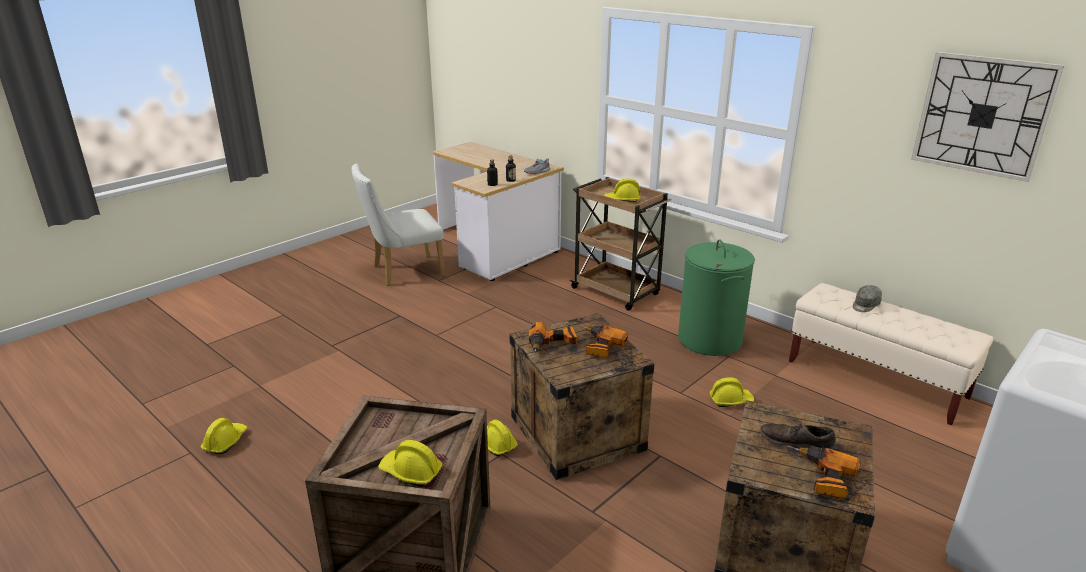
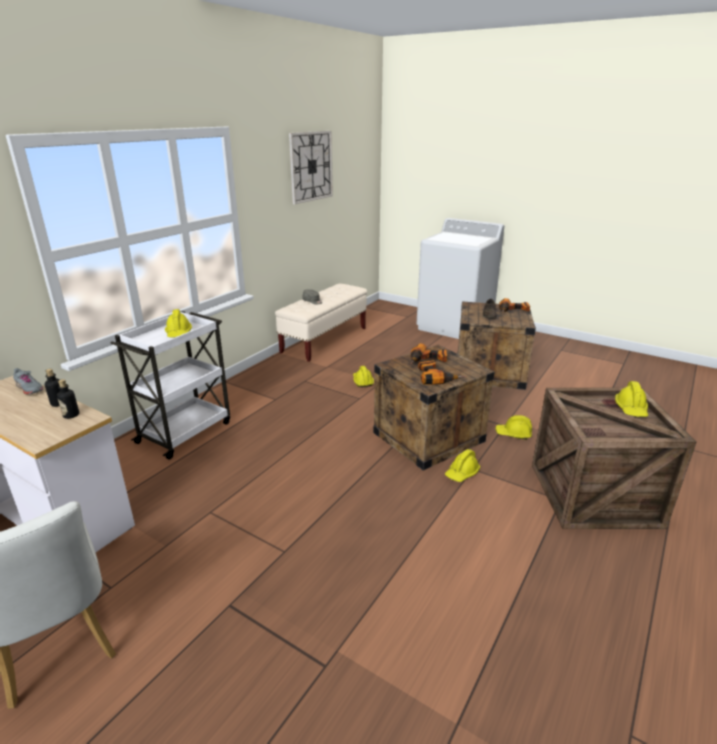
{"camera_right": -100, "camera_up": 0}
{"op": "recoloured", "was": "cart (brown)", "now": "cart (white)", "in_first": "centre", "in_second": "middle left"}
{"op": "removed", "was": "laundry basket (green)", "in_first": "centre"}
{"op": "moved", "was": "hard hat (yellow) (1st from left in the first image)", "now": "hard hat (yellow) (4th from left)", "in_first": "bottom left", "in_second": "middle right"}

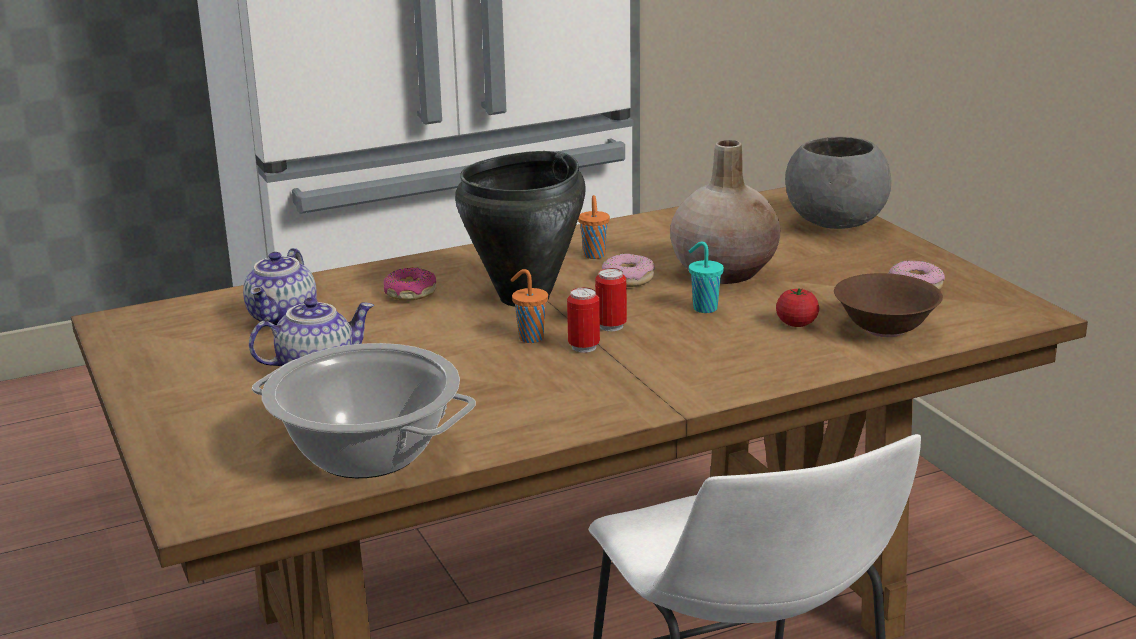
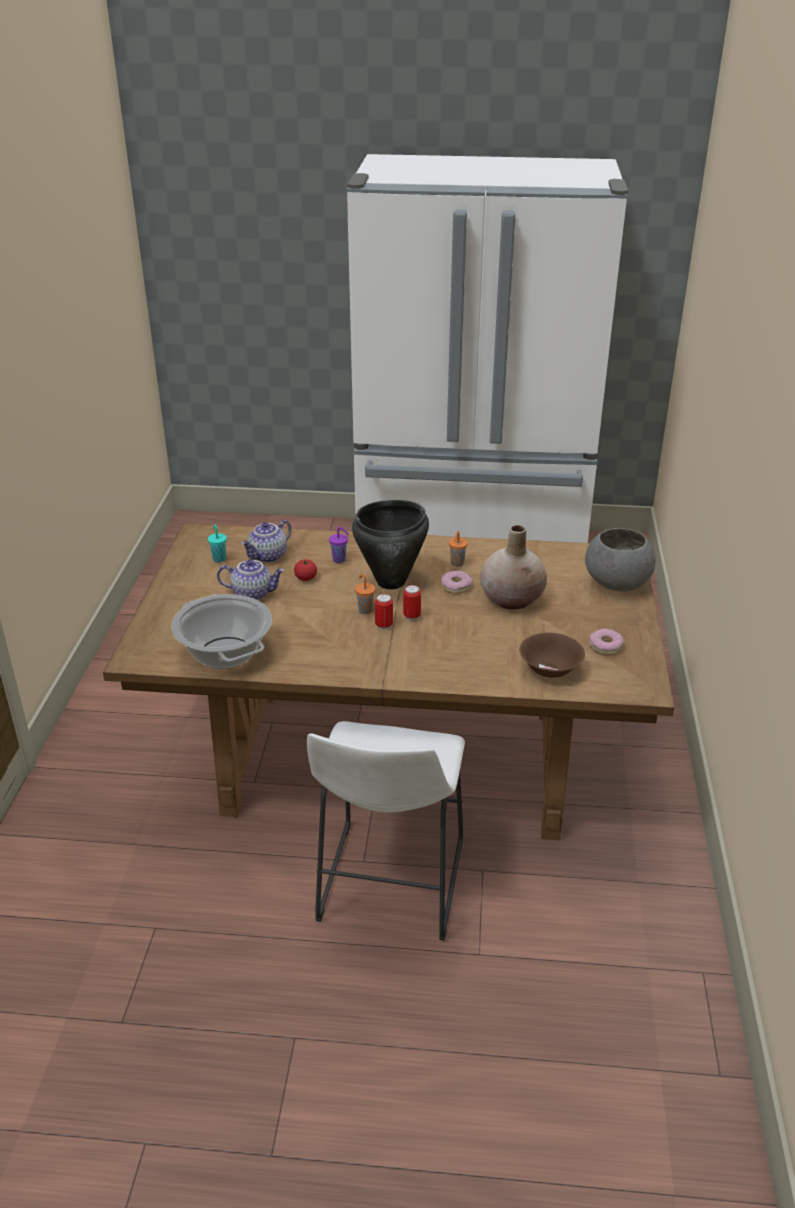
{"camera_right": 30, "camera_up": 10}
{"op": "moved", "was": "cup (turquoise)", "in_first": "centre", "in_second": "middle left"}
{"op": "replaced", "was": "donut (1st from left)", "now": "cup (purple)", "in_first": "centre", "in_second": "centre"}
{"op": "moved", "was": "tomato", "in_first": "middle right", "in_second": "centre"}

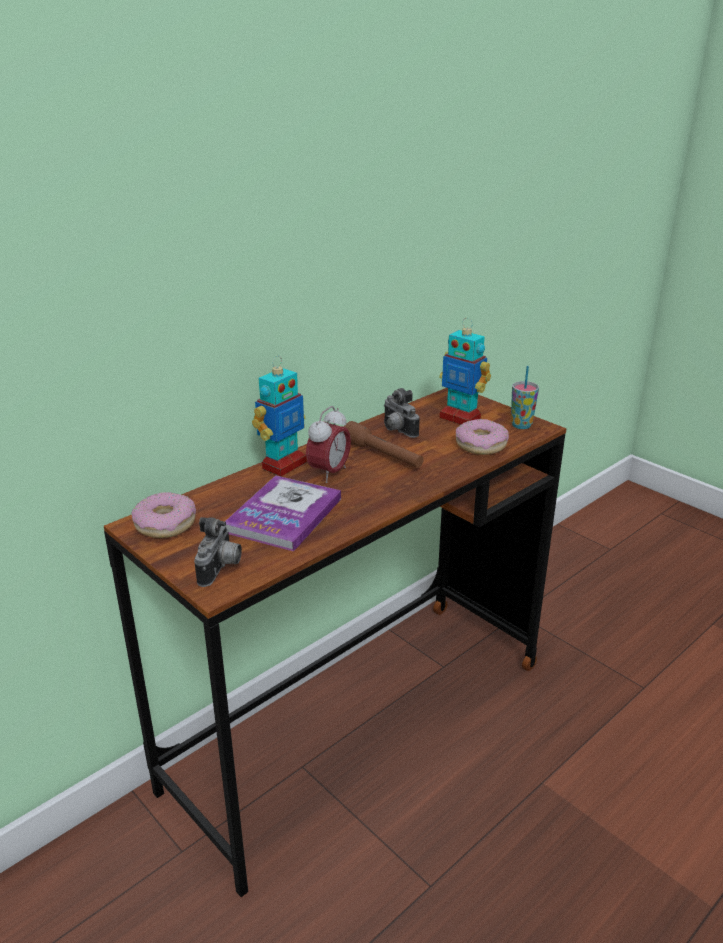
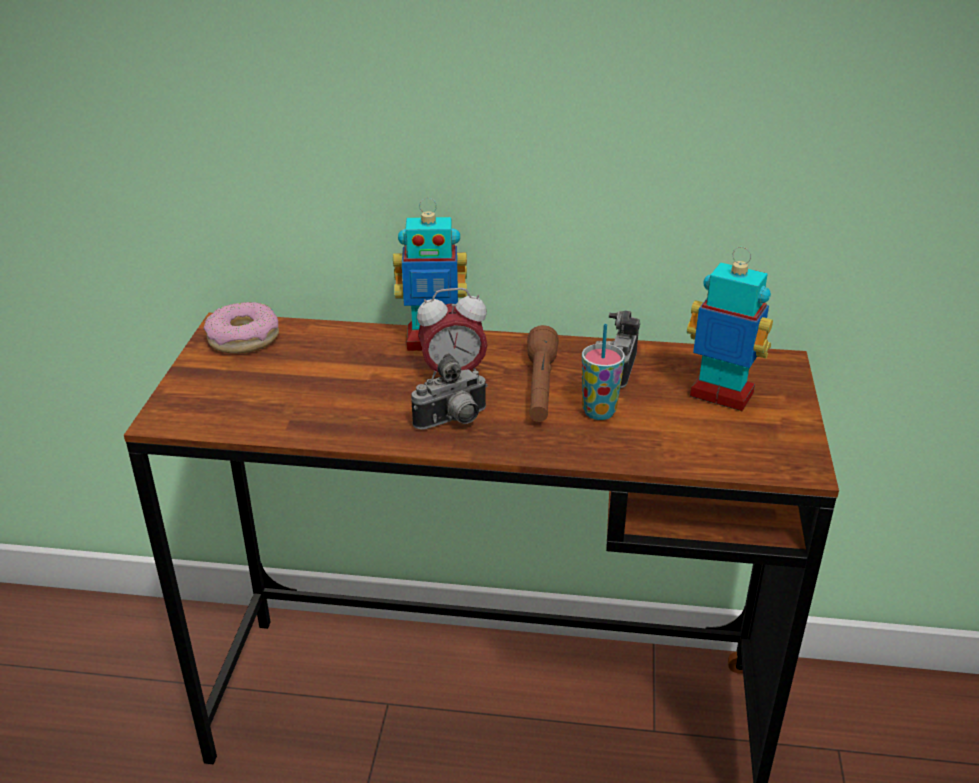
{"camera_right": 50, "camera_up": 5}
{"op": "turned", "was": "toy robot (2nd from left)", "in_first": "centre", "in_second": "middle right", "clockwise": 120}
{"op": "moved", "was": "cup", "in_first": "middle right", "in_second": "centre"}
{"op": "removed", "was": "donut (2nd from left)", "in_first": "middle right"}
{"op": "removed", "was": "book", "in_first": "centre"}
{"op": "moved", "was": "photo camera (1st from left)", "in_first": "middle left", "in_second": "centre"}

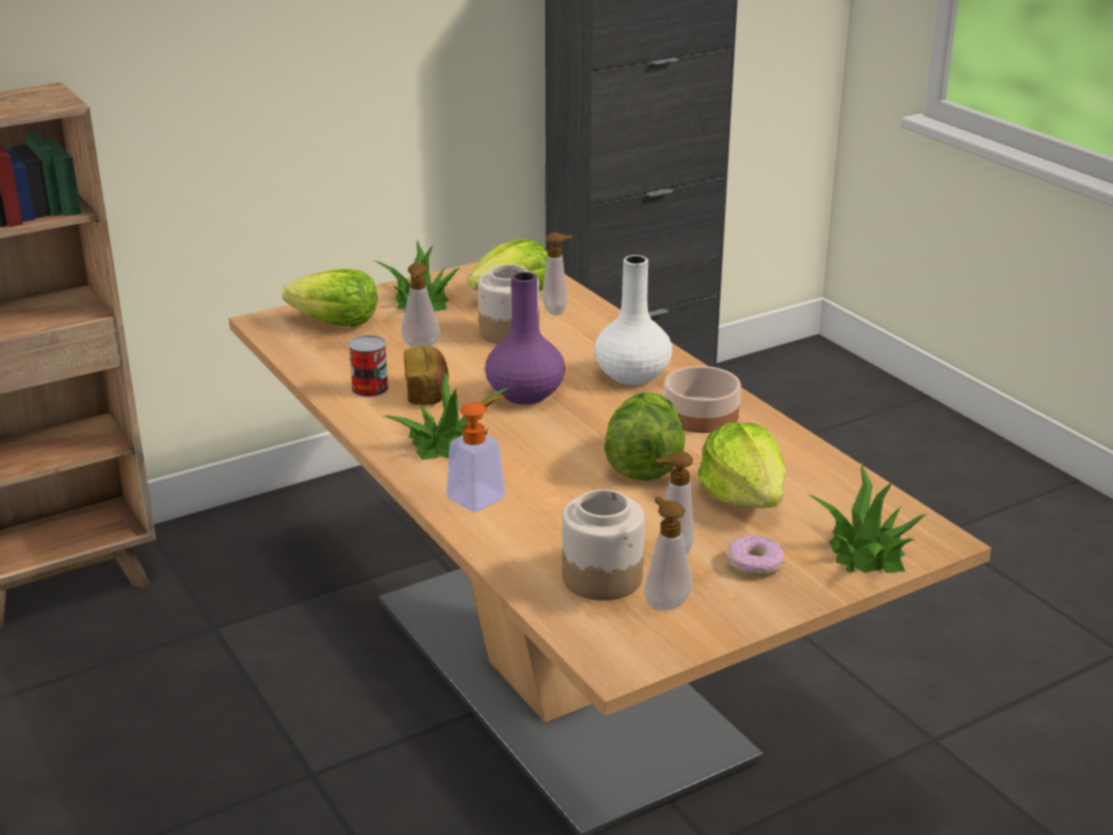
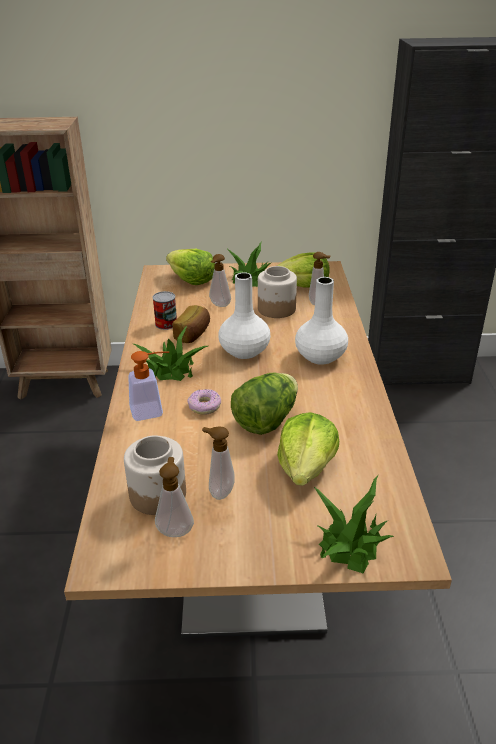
{"camera_right": 30, "camera_up": 5}
{"op": "recoloured", "was": "vase (purple)", "now": "vase (white) (1st from left)", "in_first": "centre", "in_second": "centre"}
{"op": "removed", "was": "bowl", "in_first": "centre"}
{"op": "moved", "was": "donut", "in_first": "middle right", "in_second": "centre"}

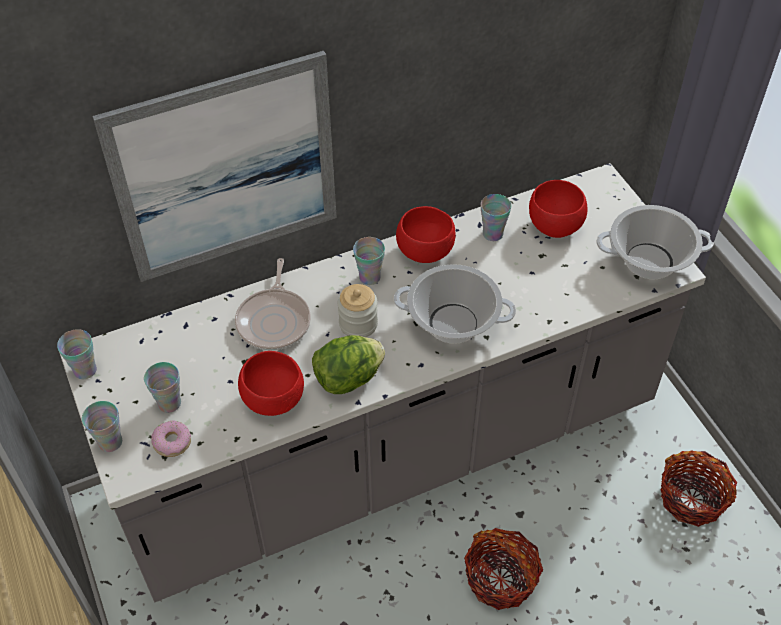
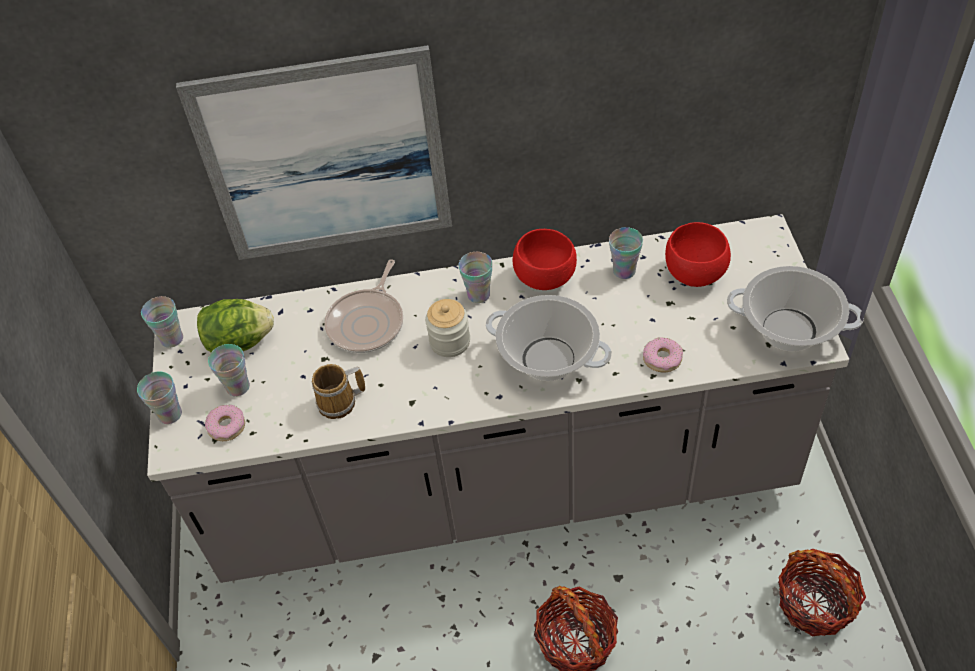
{"camera_right": 20, "camera_up": 0}
{"op": "moved", "was": "lettuce", "in_first": "centre", "in_second": "middle left"}
{"op": "replaced", "was": "bowl (red) (1st from left)", "now": "mug", "in_first": "centre", "in_second": "centre"}
{"op": "added", "now": "donut (2nd from left)", "in_second": "middle right"}

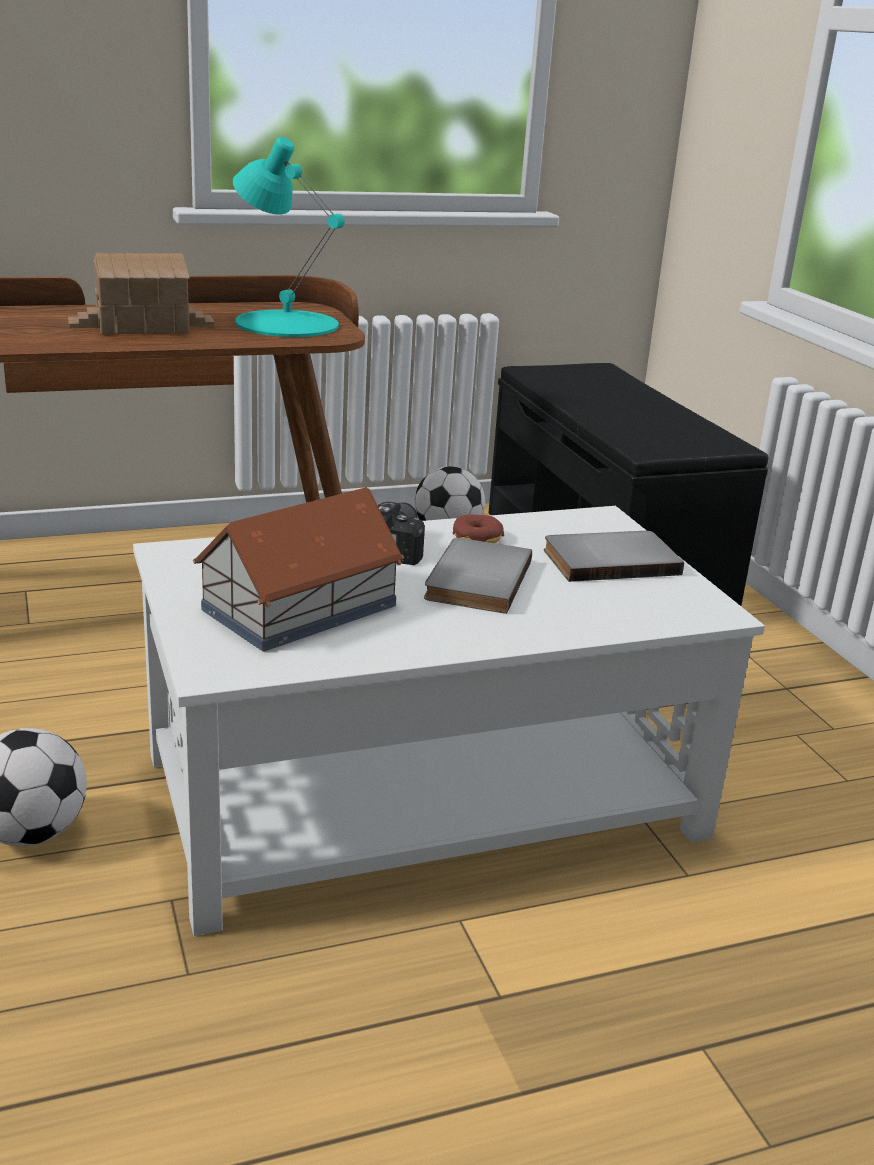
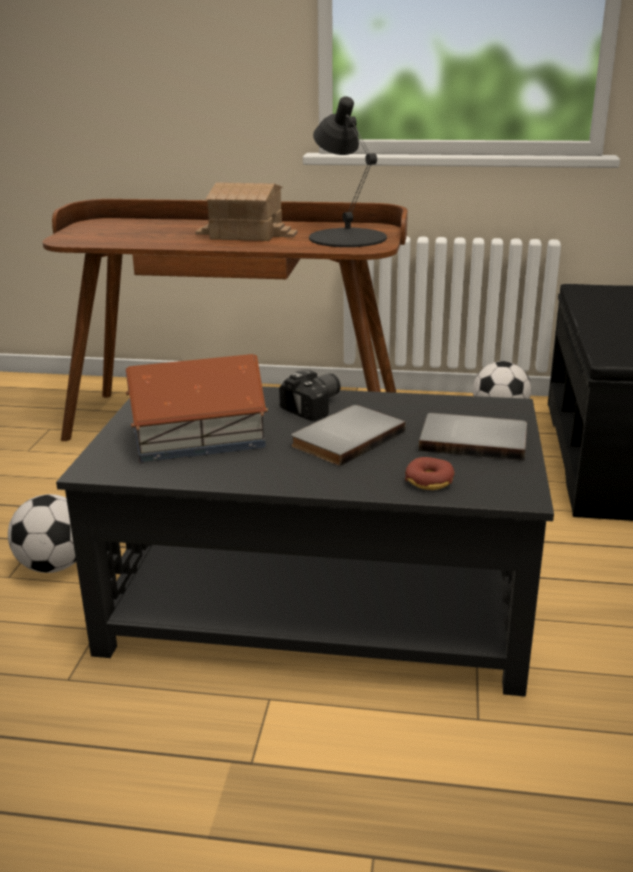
{"camera_right": 30, "camera_up": 0}
{"op": "recoloured", "was": "table lamp (turquoise)", "now": "table lamp (black)", "in_first": "top left", "in_second": "top centre"}
{"op": "recoloured", "was": "coffee table (white)", "now": "coffee table (black)", "in_first": "centre", "in_second": "centre"}
{"op": "moved", "was": "donut", "in_first": "centre", "in_second": "middle right"}

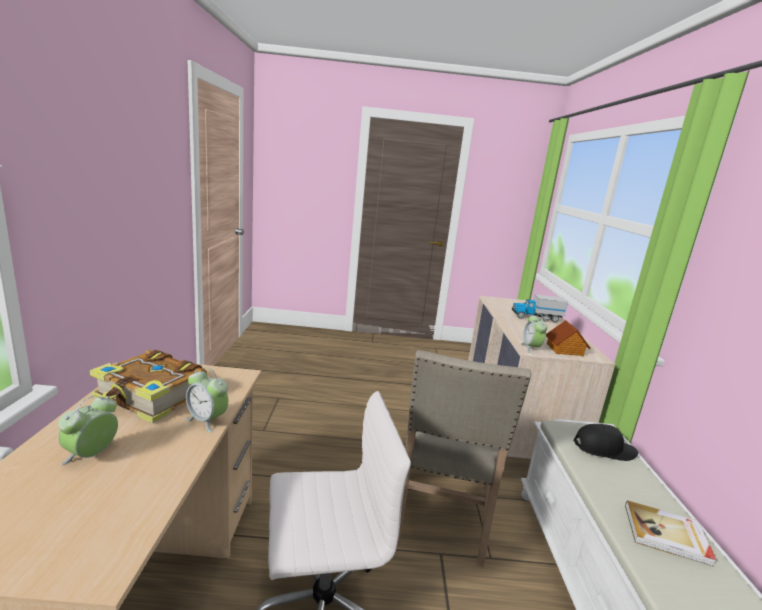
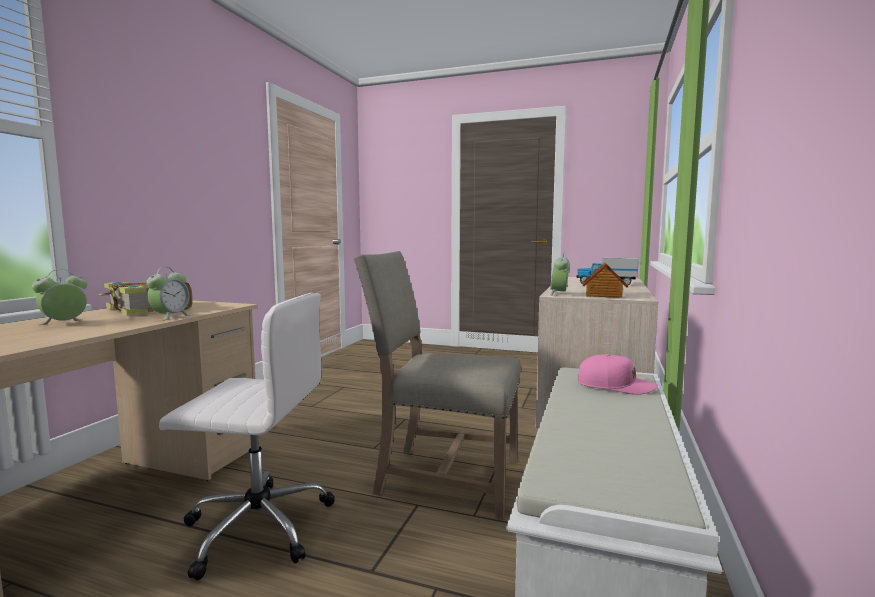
{"camera_right": 20, "camera_up": -10}
{"op": "turned", "was": "chair (beige)", "in_first": "bottom centre", "in_second": "centre", "clockwise": 75}
{"op": "turned", "was": "alarm clock (2nd from left)", "in_first": "middle left", "in_second": "middle left", "clockwise": -120}
{"op": "recoloured", "was": "cap (black)", "now": "cap (pink)", "in_first": "bottom right", "in_second": "middle right"}
{"op": "removed", "was": "book (2nd from left)", "in_first": "bottom right"}

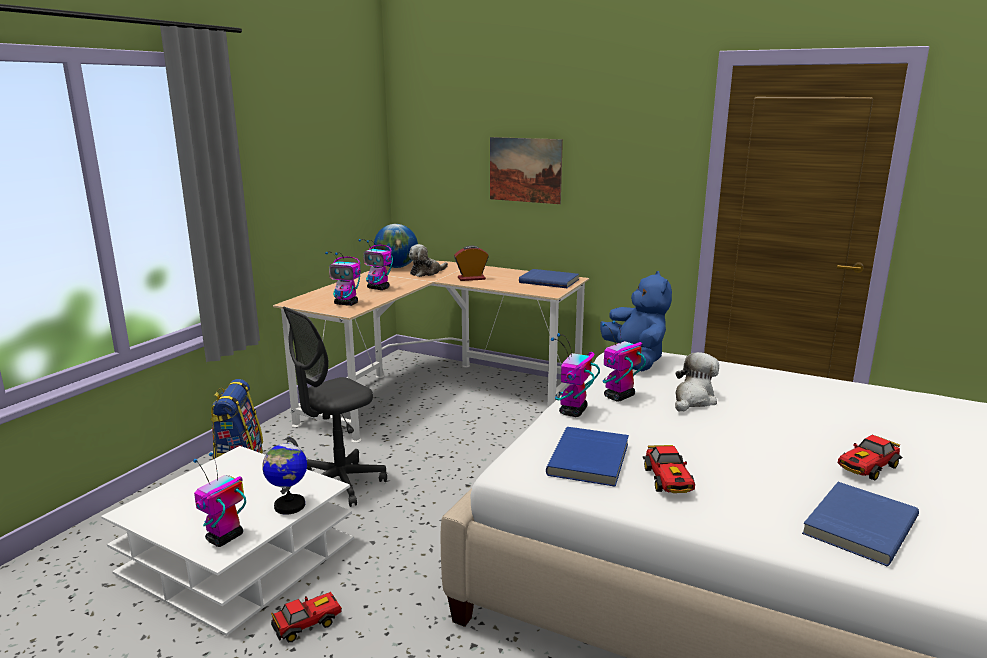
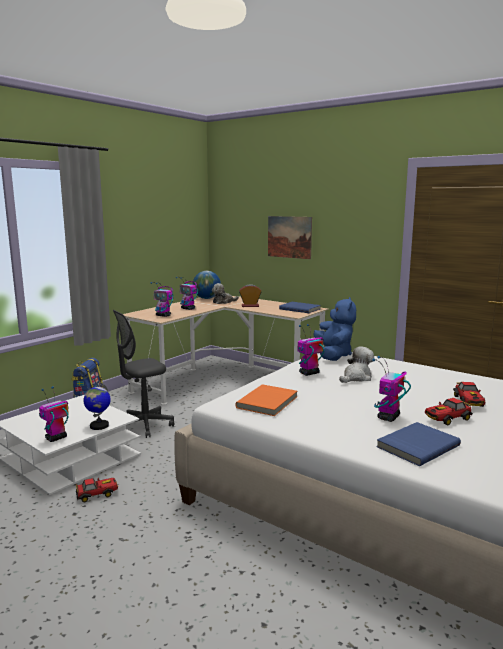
{"camera_right": 10, "camera_up": -5}
{"op": "moved", "was": "toy robot (4th from left in the first image)", "now": "toy robot (5th from left)", "in_first": "centre", "in_second": "middle right"}
{"op": "recoloured", "was": "book (blue) (2nd from left)", "now": "book (orange)", "in_first": "bottom centre", "in_second": "centre"}
{"op": "moved", "was": "toy car (2nd from left in the first image)", "now": "toy car (3rd from left)", "in_first": "bottom right", "in_second": "middle right"}

